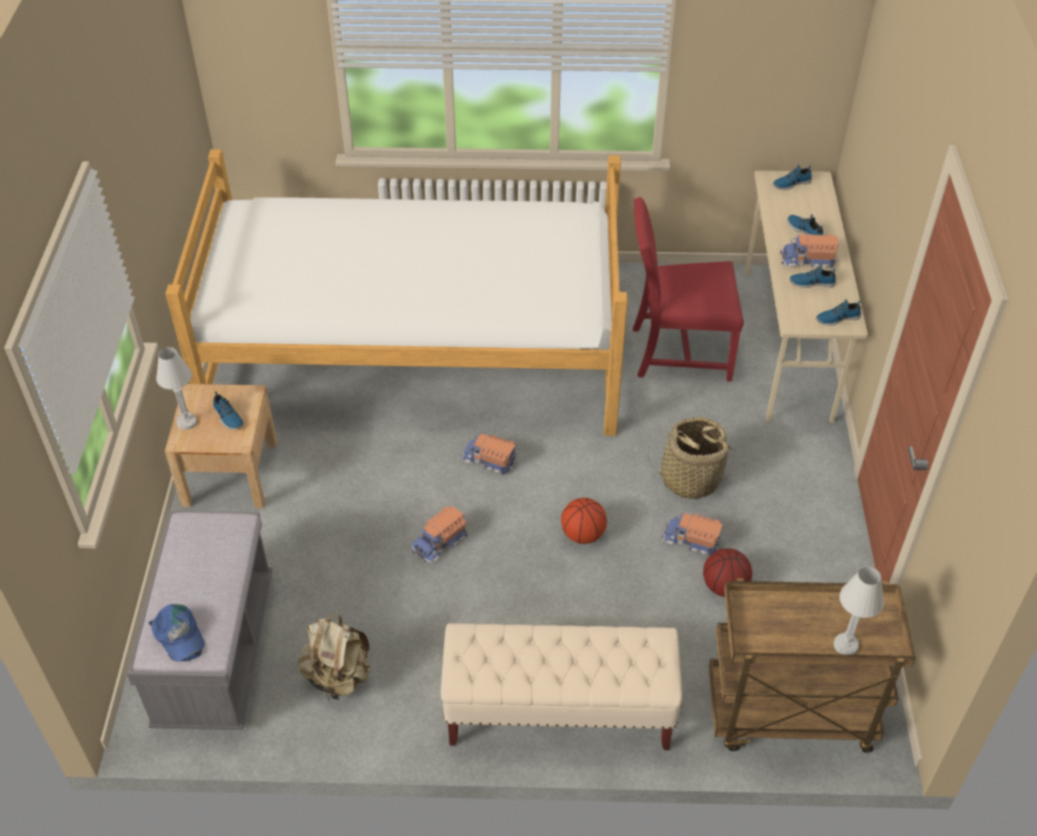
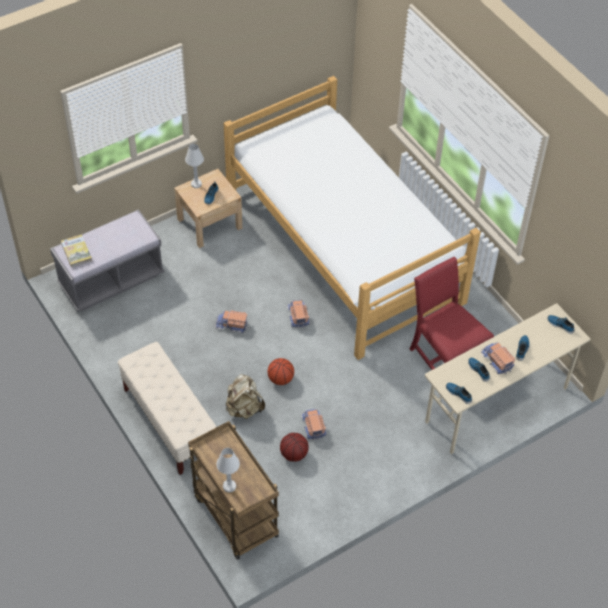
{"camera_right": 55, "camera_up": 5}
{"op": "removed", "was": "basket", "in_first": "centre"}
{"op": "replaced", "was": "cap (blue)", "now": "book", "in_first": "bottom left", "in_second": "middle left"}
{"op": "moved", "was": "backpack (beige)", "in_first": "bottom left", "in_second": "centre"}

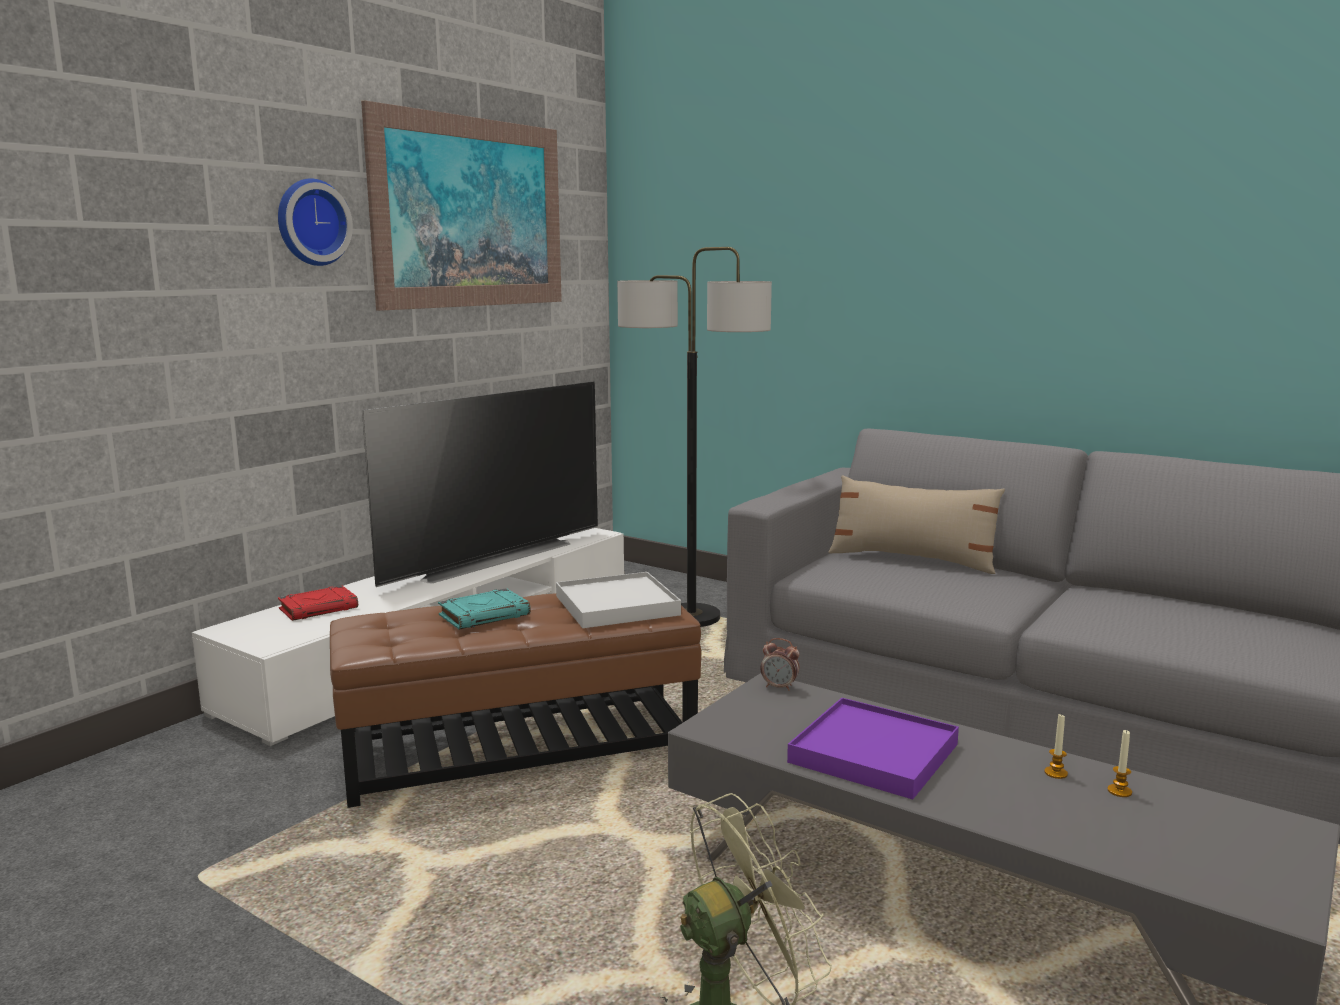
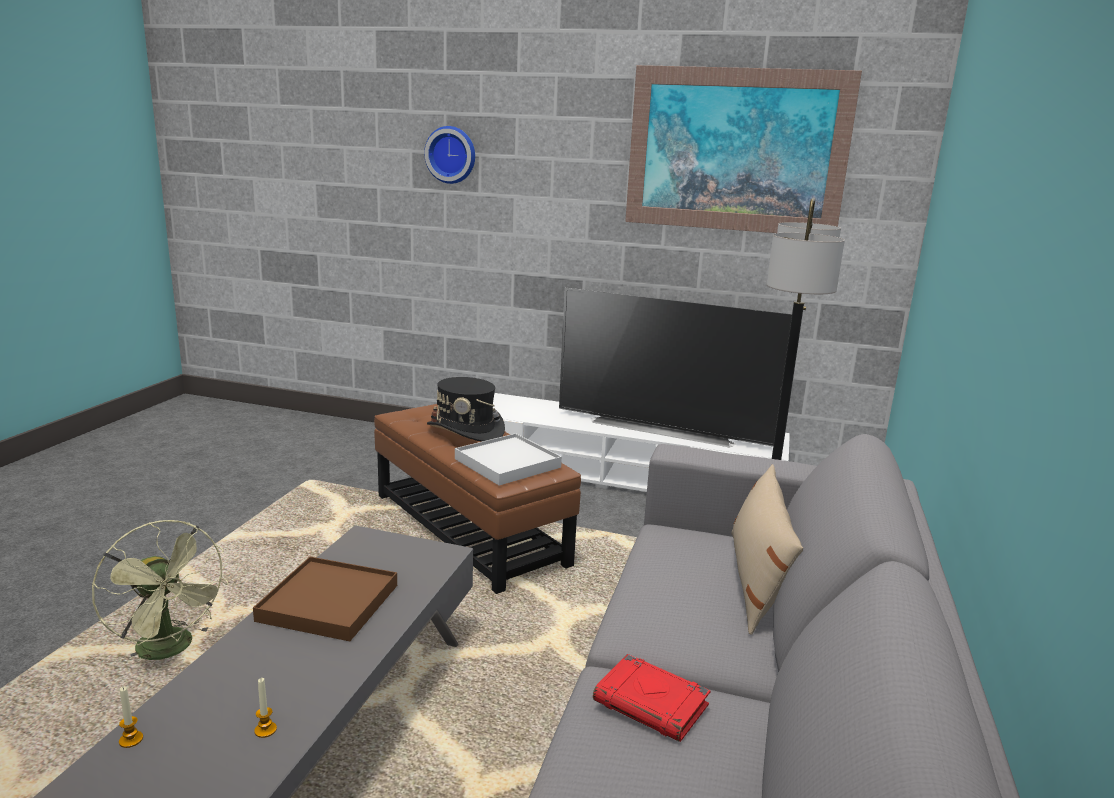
{"camera_right": 70, "camera_up": 5}
{"op": "moved", "was": "wall clock", "in_first": "top left", "in_second": "top centre"}
{"op": "moved", "was": "book (red)", "in_first": "middle left", "in_second": "bottom centre"}
{"op": "replaced", "was": "book (turquoise)", "now": "hat (black)", "in_first": "centre", "in_second": "centre"}
{"op": "removed", "was": "alarm clock", "in_first": "centre"}
{"op": "recoloured", "was": "tray (purple)", "now": "tray (brown)", "in_first": "bottom centre", "in_second": "bottom left"}
{"op": "moved", "was": "candle (1st from left)", "in_first": "bottom right", "in_second": "bottom left"}

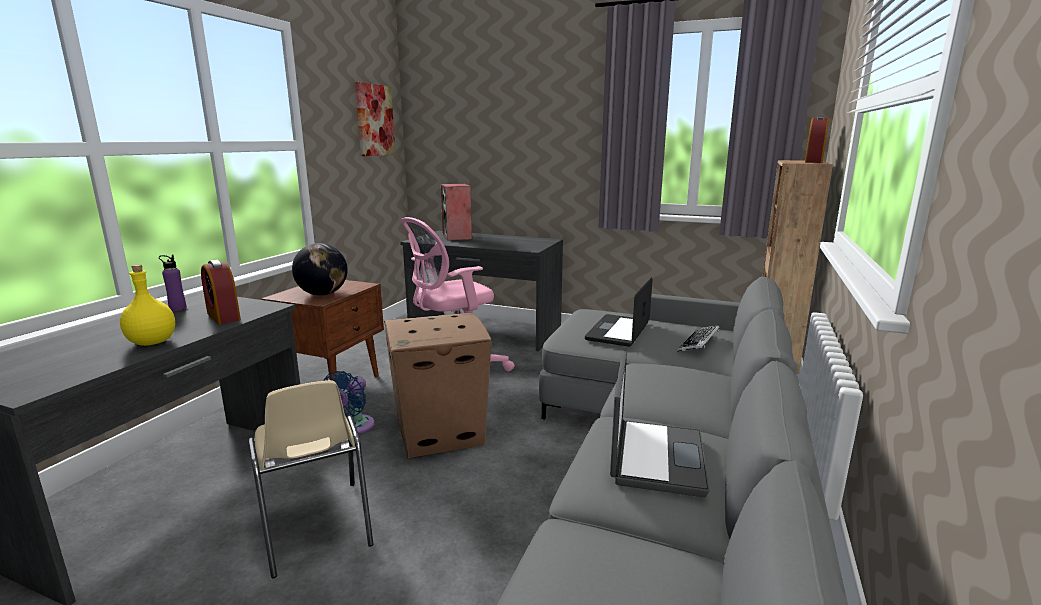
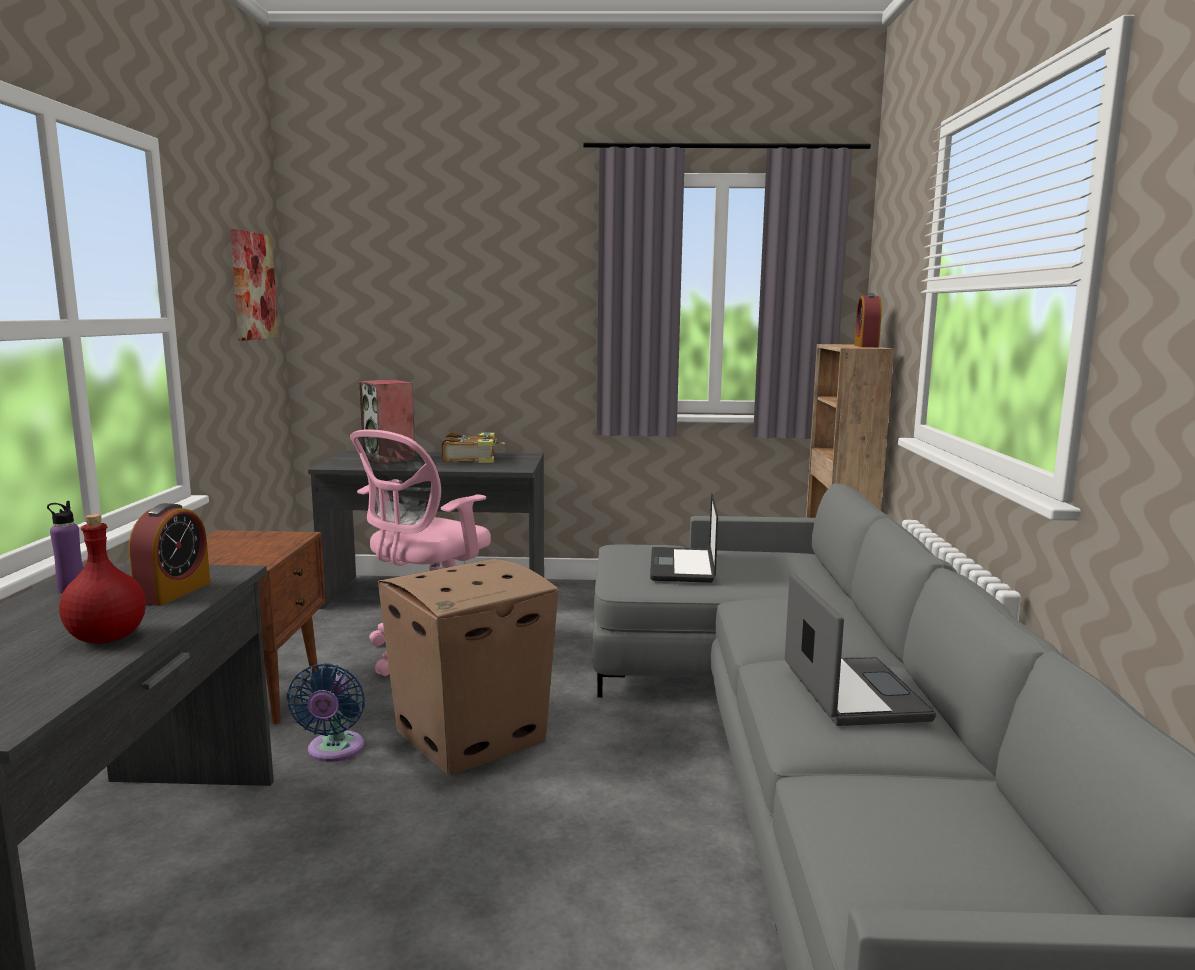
{"camera_right": -20, "camera_up": -5}
{"op": "removed", "was": "globe", "in_first": "middle left"}
{"op": "turned", "was": "alarm clock (1st from left)", "in_first": "middle left", "in_second": "middle left", "clockwise": -105}
{"op": "recoloured", "was": "bottle (yellow)", "now": "bottle (red)", "in_first": "middle left", "in_second": "middle left"}
{"op": "removed", "was": "keyboard", "in_first": "middle right"}
{"op": "removed", "was": "chair (beige)", "in_first": "bottom left"}
{"op": "added", "now": "book", "in_second": "centre"}

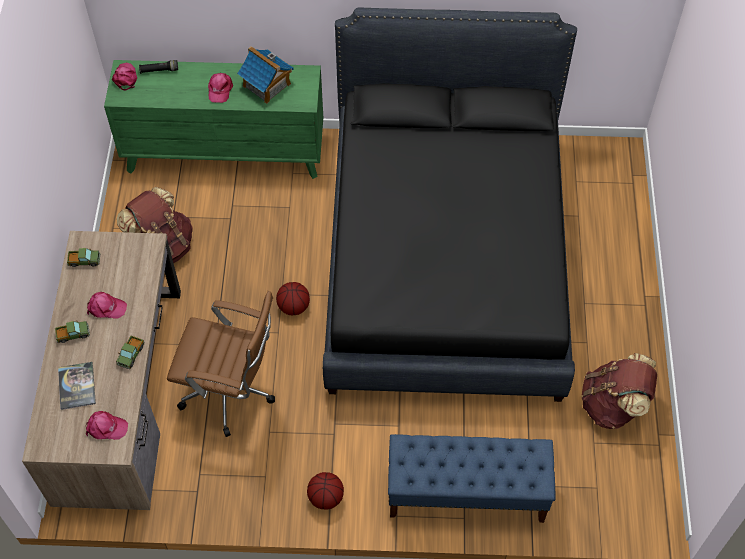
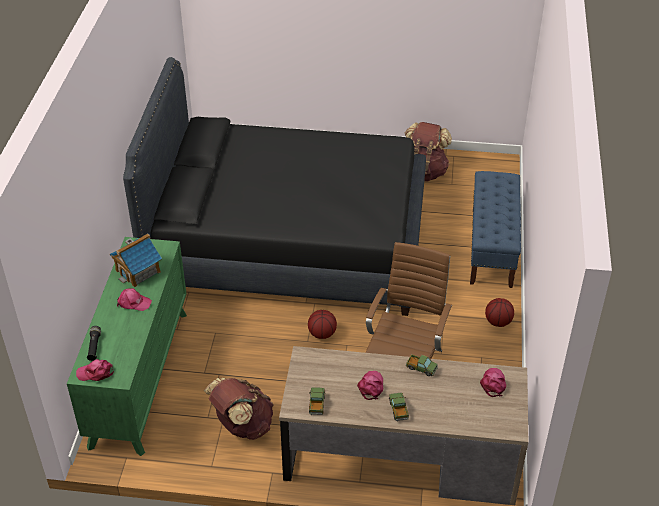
{"camera_right": -85, "camera_up": -15}
{"op": "removed", "was": "book", "in_first": "bottom left"}

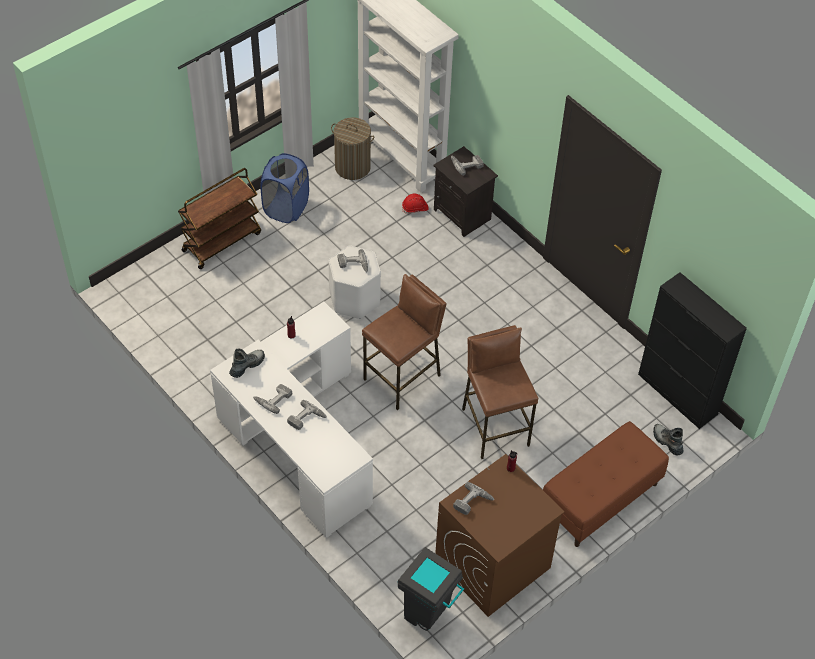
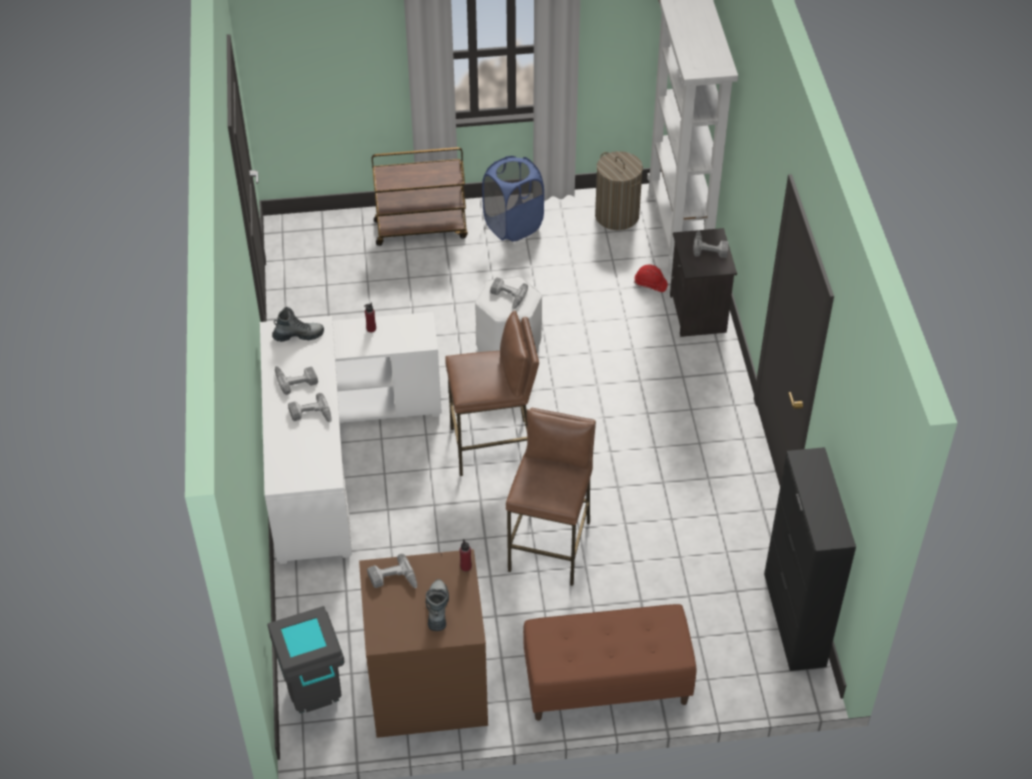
{"camera_right": 35, "camera_up": -5}
{"op": "moved", "was": "boot (2nd from left)", "in_first": "bottom right", "in_second": "bottom centre"}

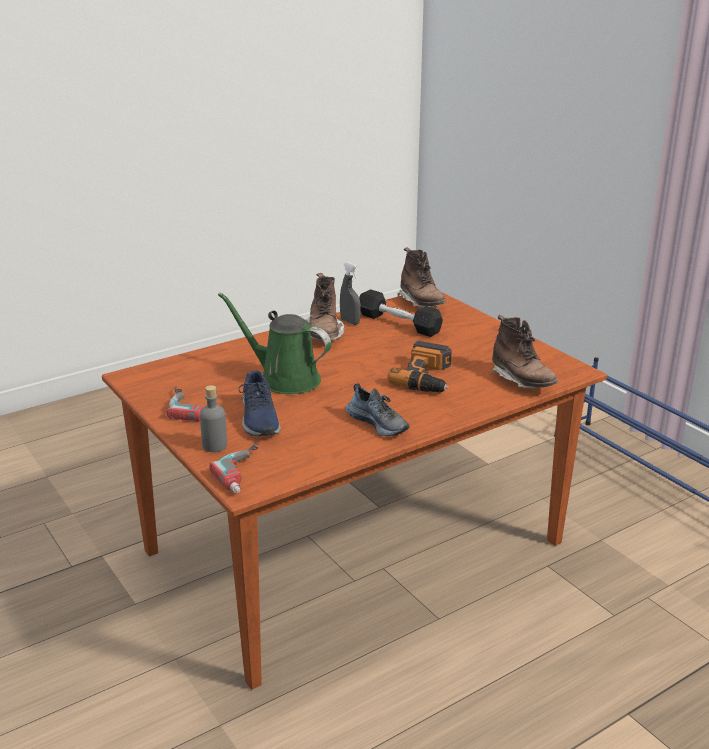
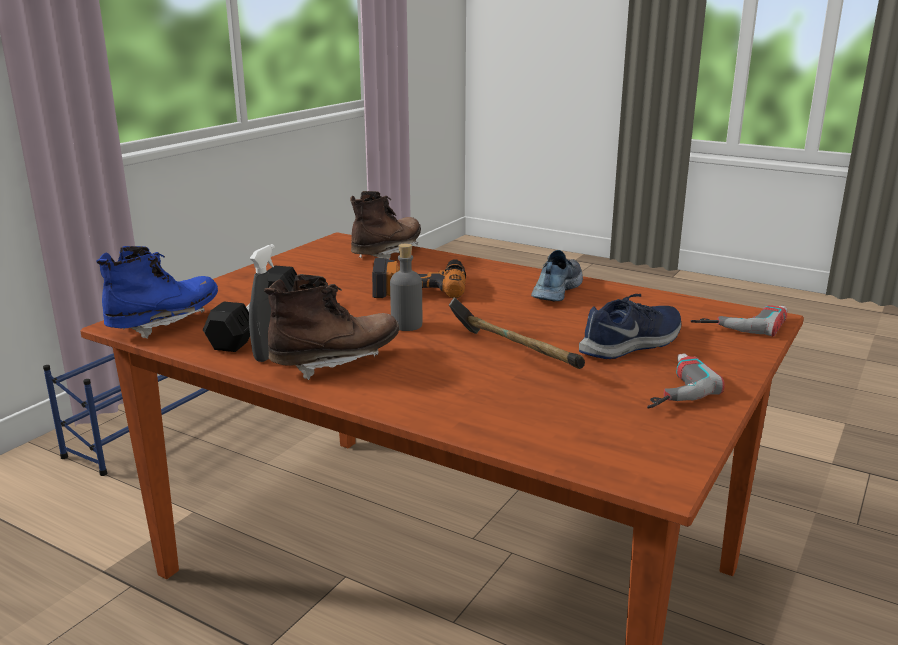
{"camera_right": -115, "camera_up": -5}
{"op": "recoloured", "was": "boot (brown) (2nd from left)", "now": "boot (blue)", "in_first": "centre", "in_second": "middle left"}
{"op": "replaced", "was": "watering can (green)", "now": "hammer", "in_first": "centre", "in_second": "centre"}
{"op": "moved", "was": "bottle (grey)", "in_first": "middle left", "in_second": "centre"}

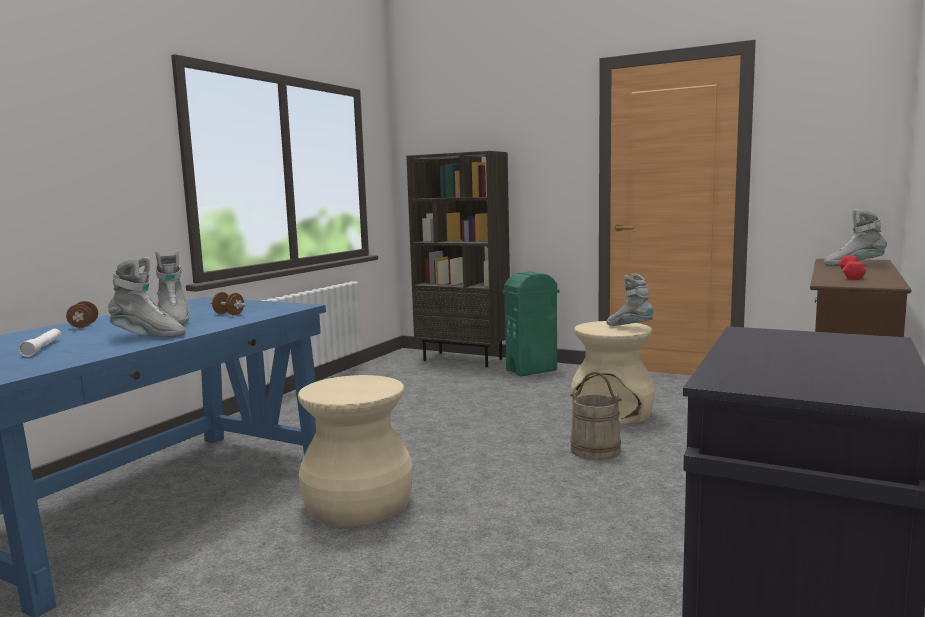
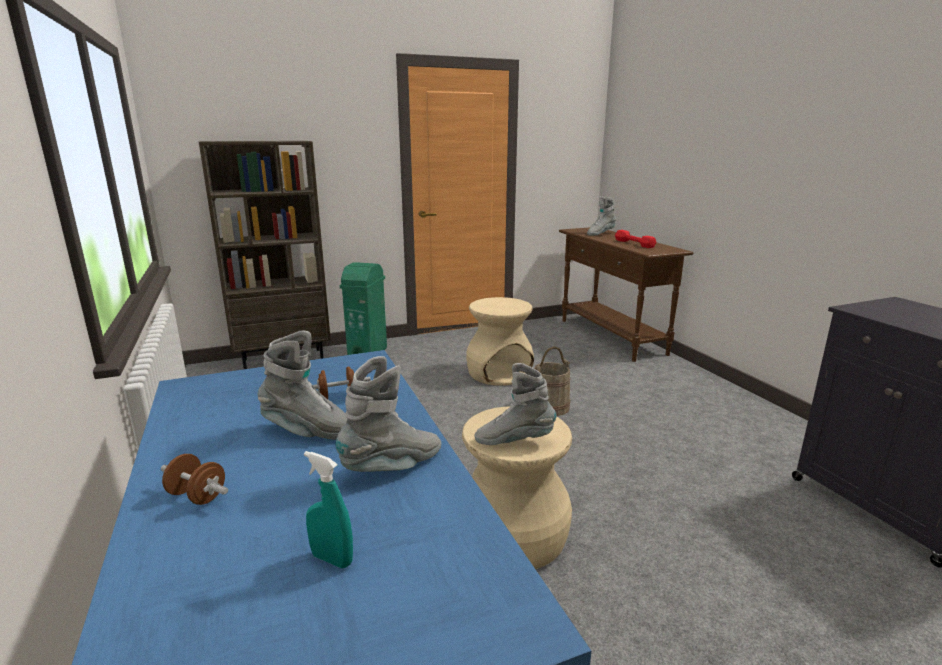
{"camera_right": -50, "camera_up": 10}
{"op": "moved", "was": "boot (grey) (3rd from left)", "in_first": "middle right", "in_second": "centre"}
{"op": "replaced", "was": "flashlight (white)", "now": "spray bottle (turquoise)", "in_first": "middle left", "in_second": "bottom centre"}

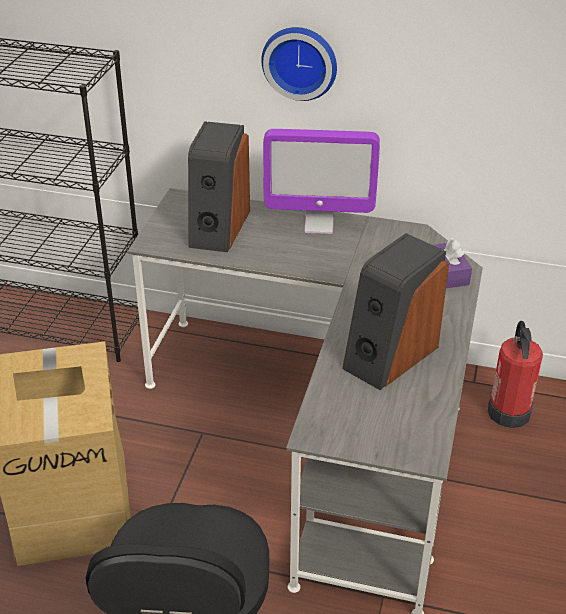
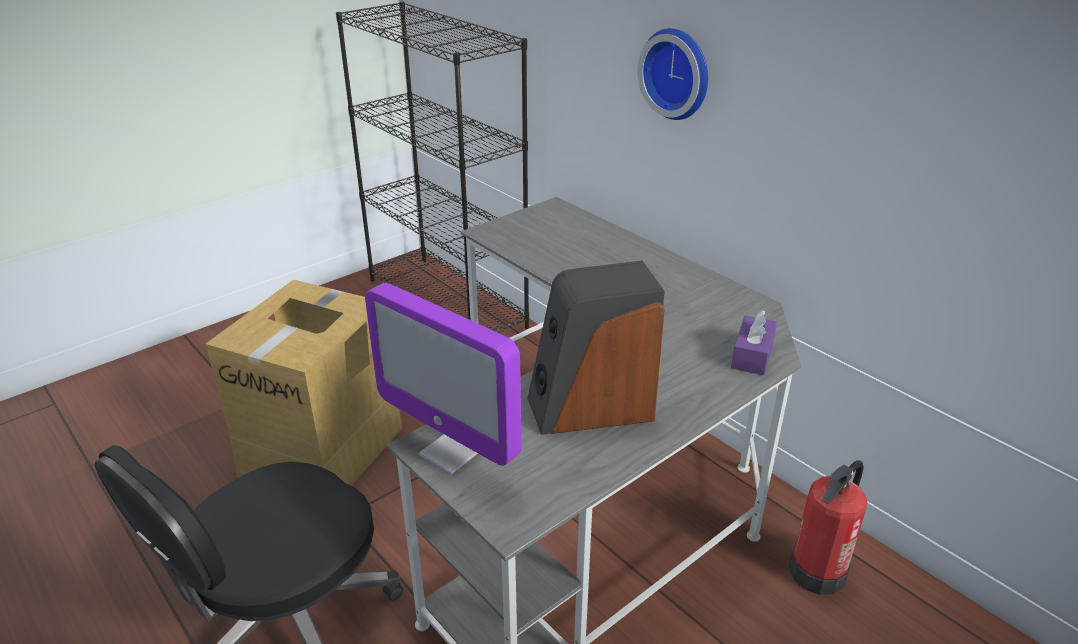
{"camera_right": 35, "camera_up": -5}
{"op": "removed", "was": "speaker (1st from left)", "in_first": "top centre"}
{"op": "moved", "was": "monitor", "in_first": "top centre", "in_second": "centre"}

